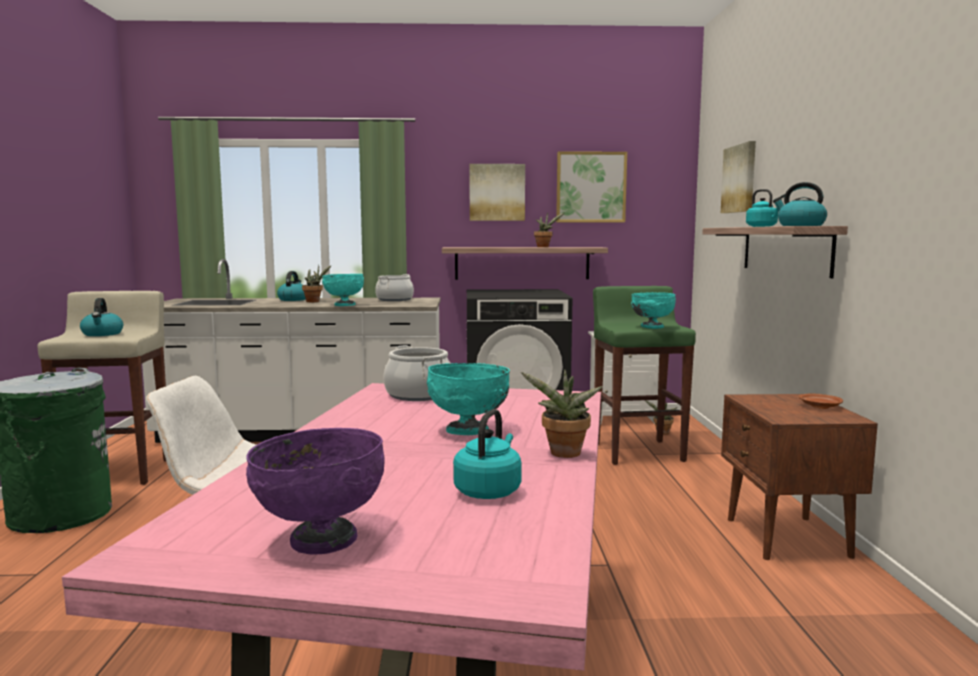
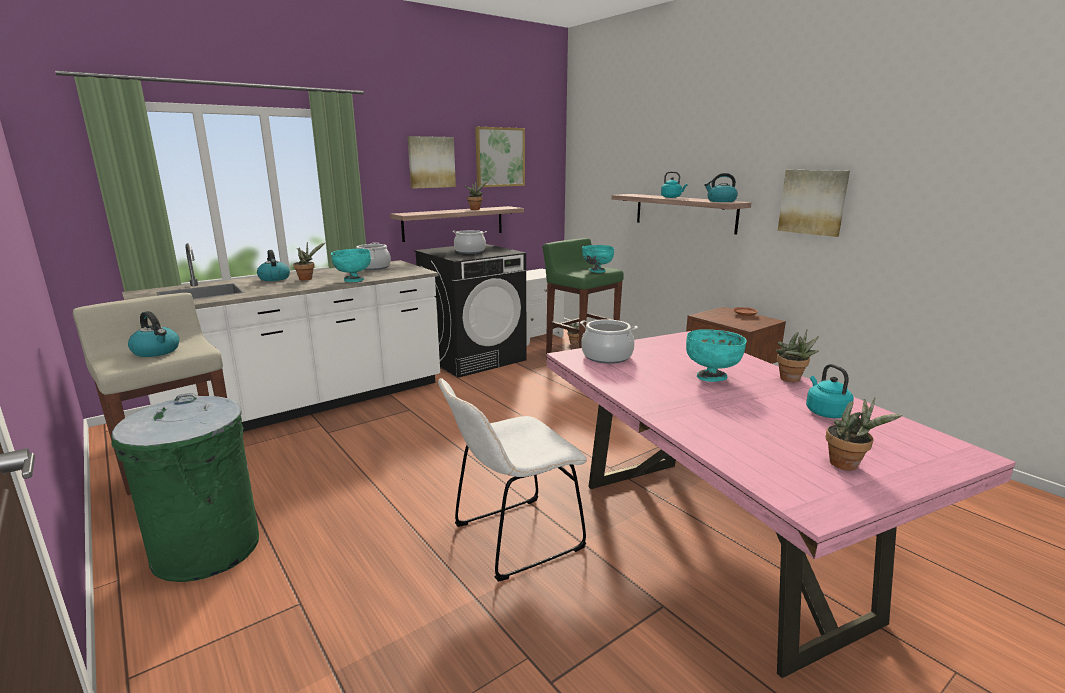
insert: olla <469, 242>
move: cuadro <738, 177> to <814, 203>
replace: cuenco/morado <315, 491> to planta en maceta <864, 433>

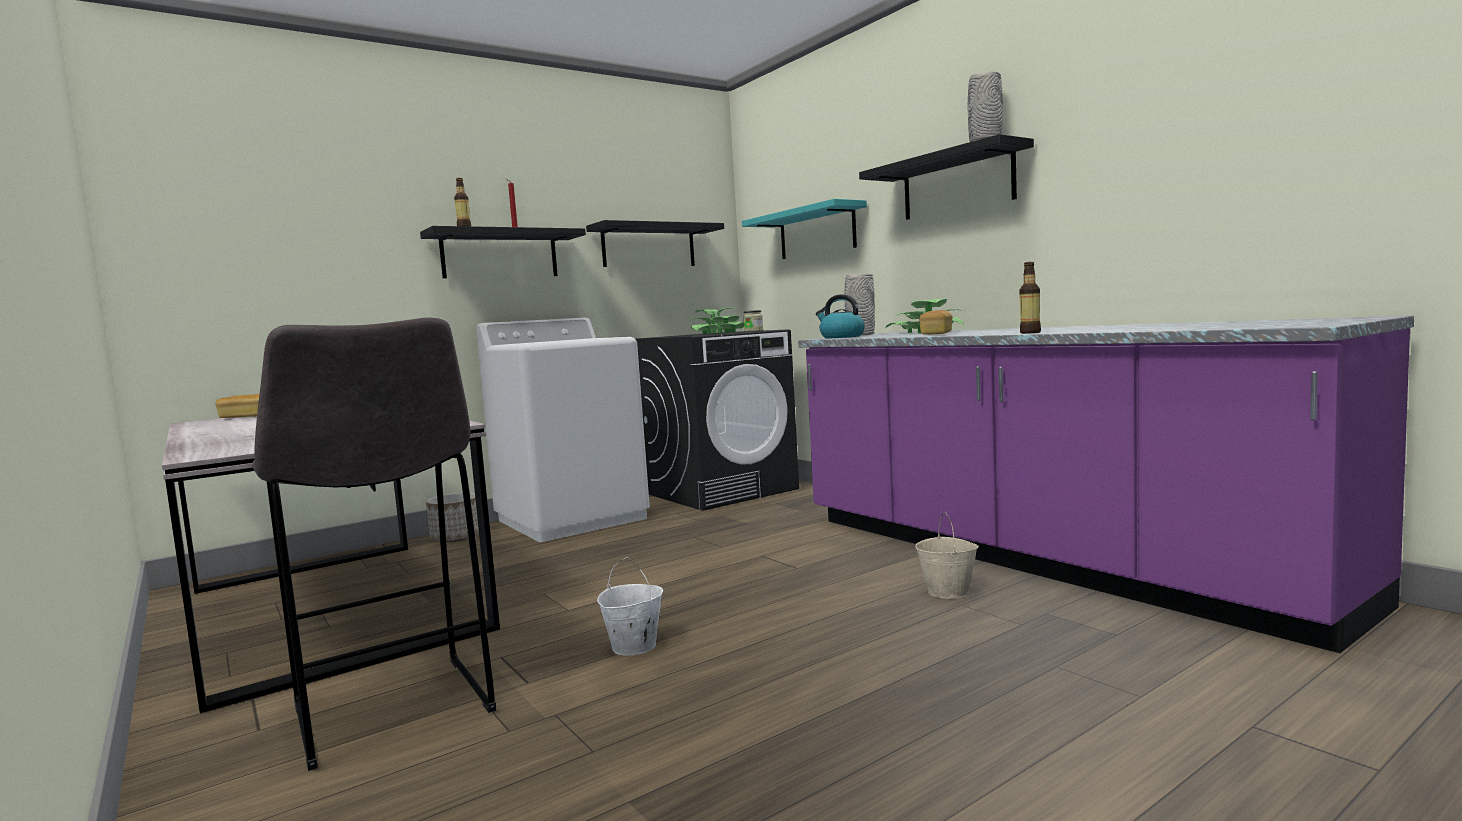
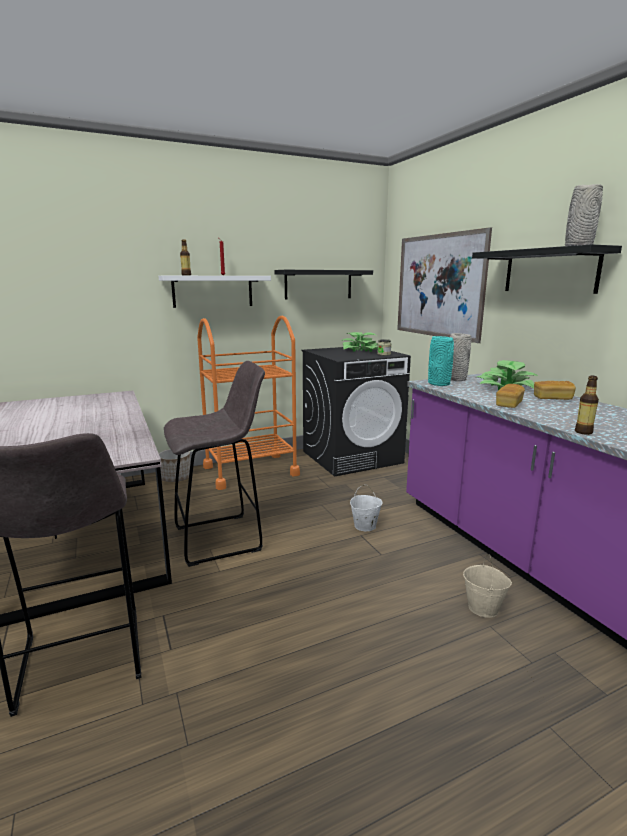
insert: taburete/gris <214, 464>
move: pan <237, 406> to <555, 390>; cubo/blanco <630, 606> to <366, 507>
replace: lavadora/blanco <563, 429> to carrito/naranja <248, 403>; estante/turquesa <804, 229> to cuadro <444, 285>; hervidor <840, 316> to florero/turquesa <441, 361>
recolor: estante/negro <503, 252> to estante/blanco <215, 292>

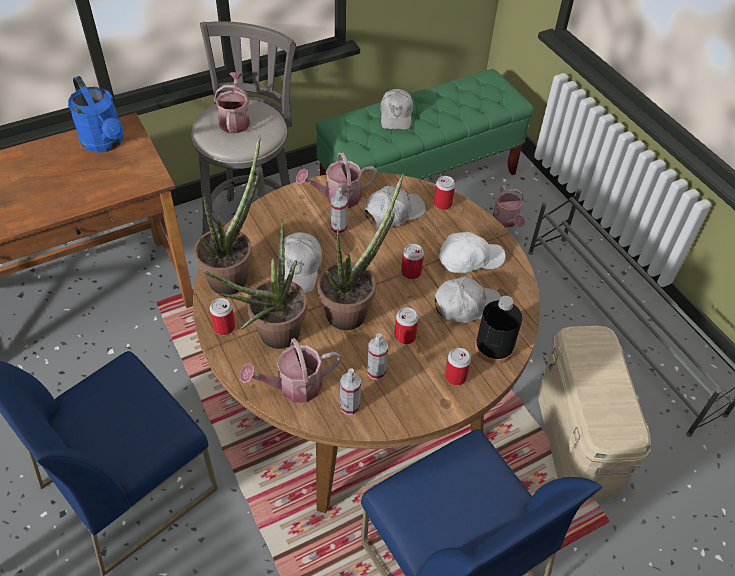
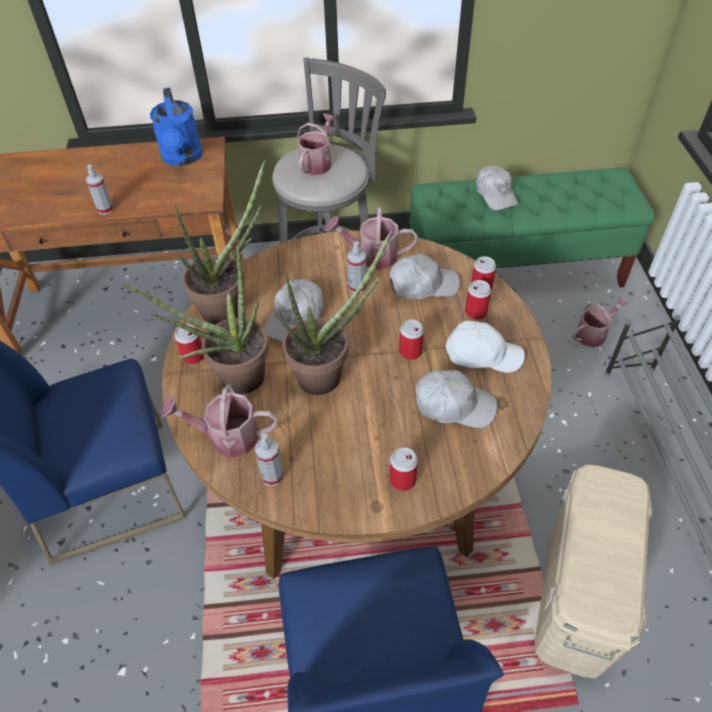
delete: botella/negro <498, 330>
move: pulverizador <377, 356> to <100, 190>; lata <406, 325> to <478, 300>
rotate: gorra/blanco <396, 109> = <497, 188> 45 degrees counterclockwise; regadera <509, 207> = <601, 321> 135 degrees counterclockwise

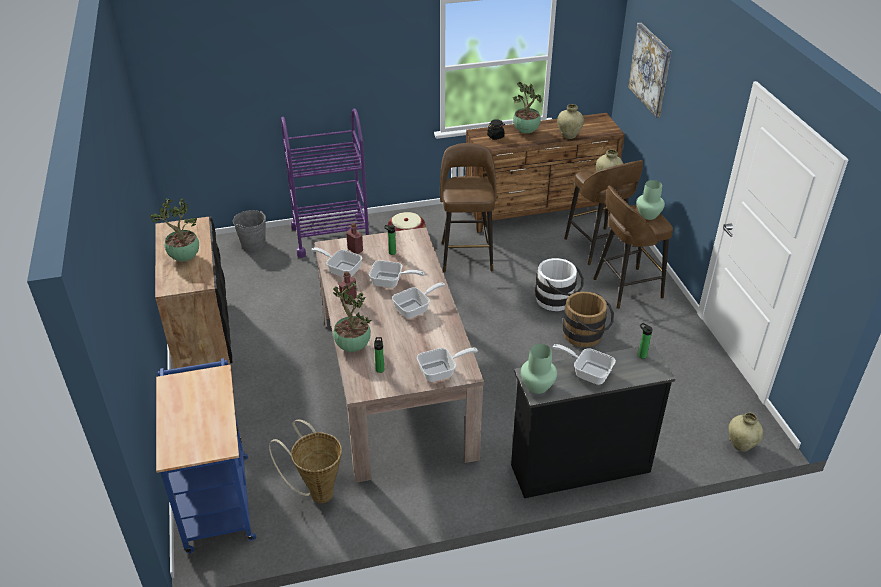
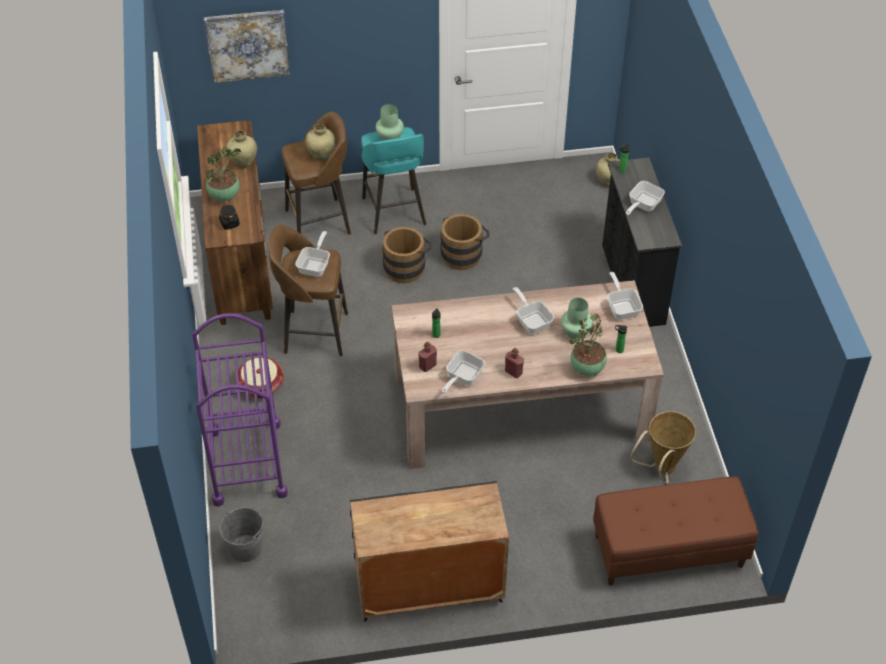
delete: planta en maceta <174, 230>
move: sartén <397, 274> to <312, 254>; florero/verde <539, 369> to <577, 319>
replace: carrito/azul <206, 455> to banco/marrón <675, 531>
recolor: cubo/blanco <559, 284> to cubo/marrón <407, 255>; taburete/marrón <633, 247> to taburete/turquesa <393, 180>

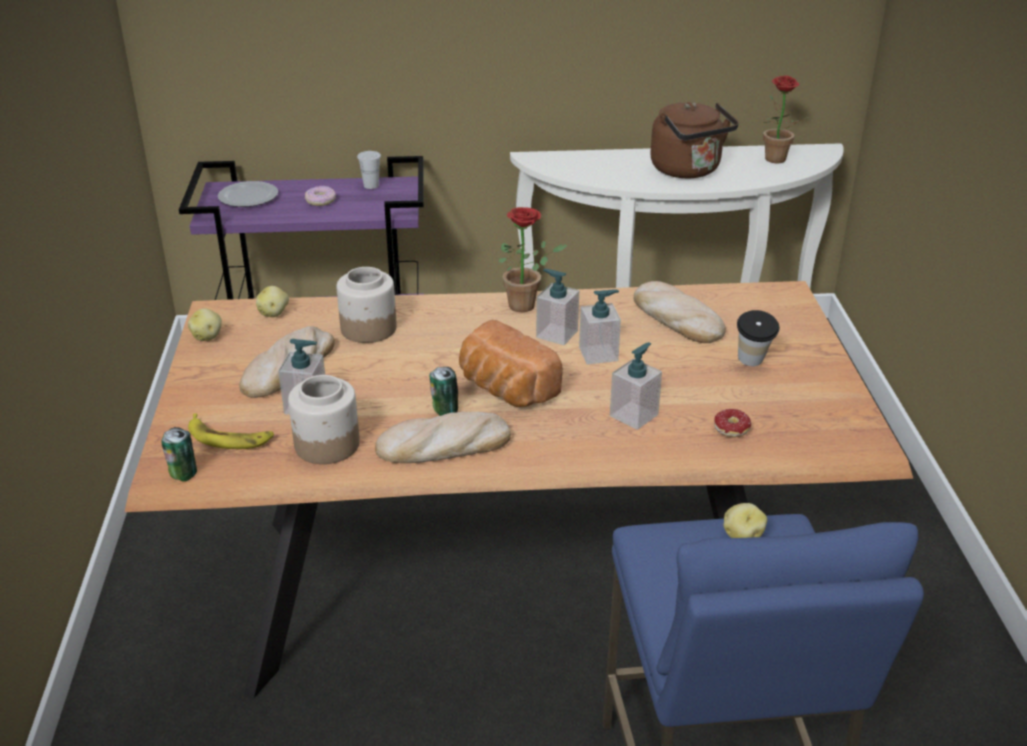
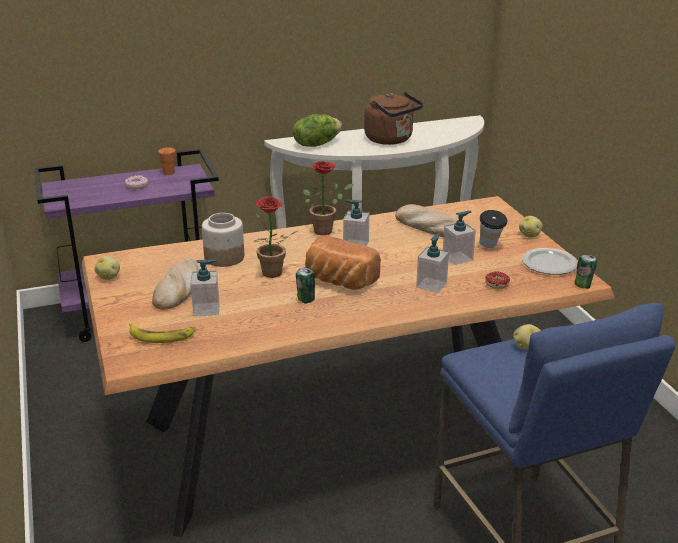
delete: tarro <324, 419>; pan <443, 437>
insert: lechuga <317, 130>
move: lata <179, 454> to <585, 271>; plato <248, 194> to <550, 261>; patata <272, 301> to <530, 226>; dispensador de jabón <600, 326> to <459, 238>; planta en maceta <786, 119> to <275, 237>
recolor: taza/blanco <369, 170> to taza/naranja <167, 161>

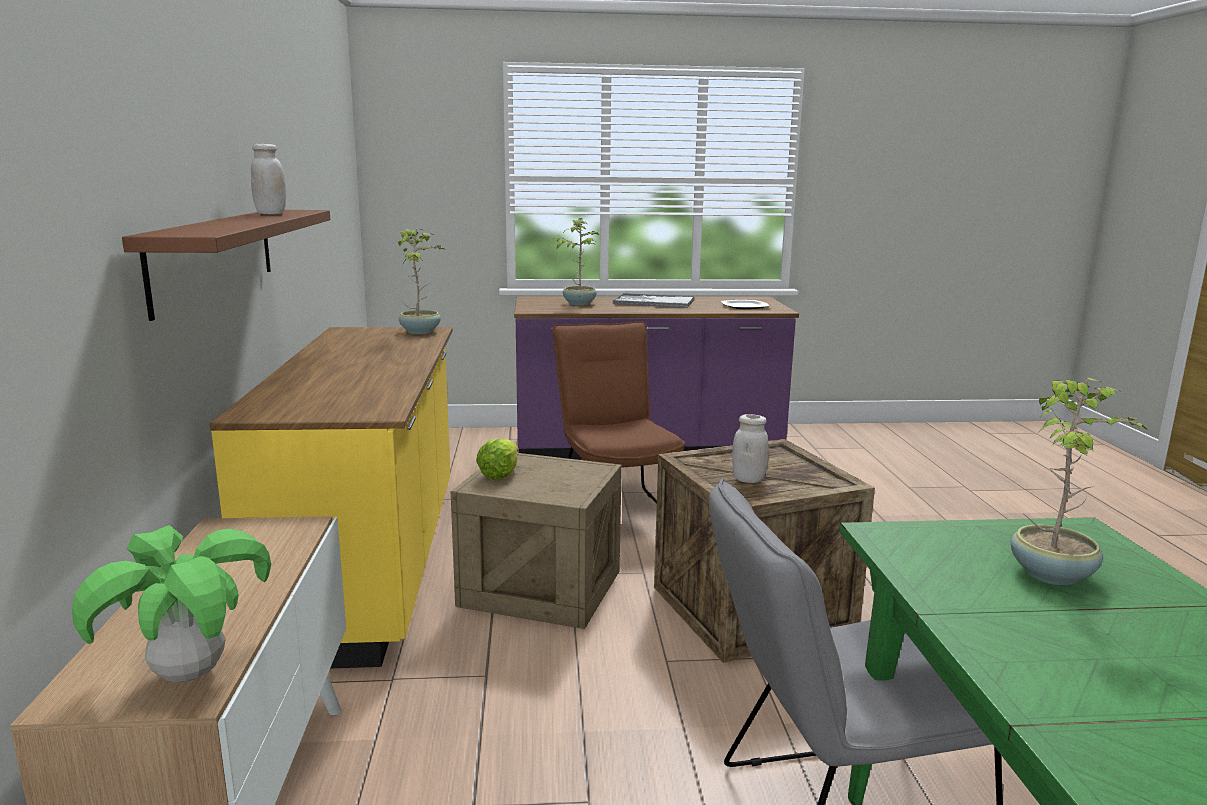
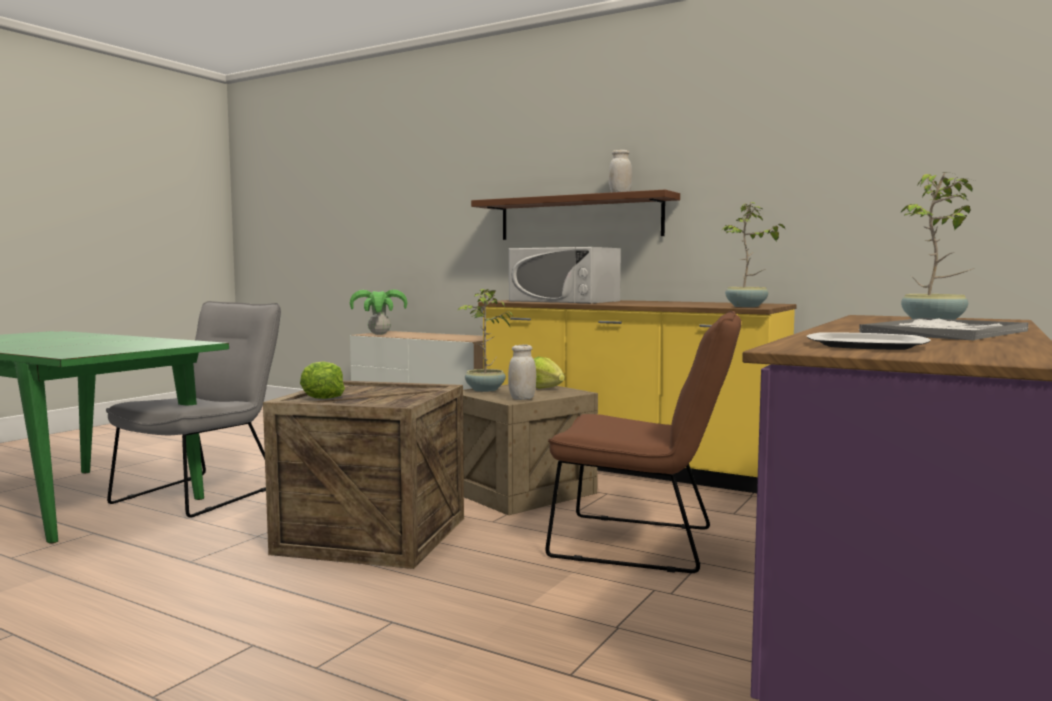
insert: lechuga <322, 380>; microondas/blanco <565, 275>
move: tarro/blanco <750, 448> to <522, 372>; planta en maceta <1080, 481> to <485, 340>

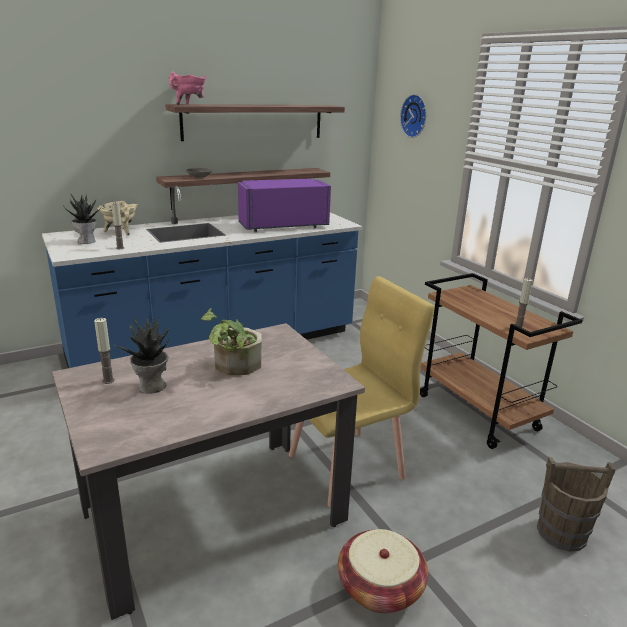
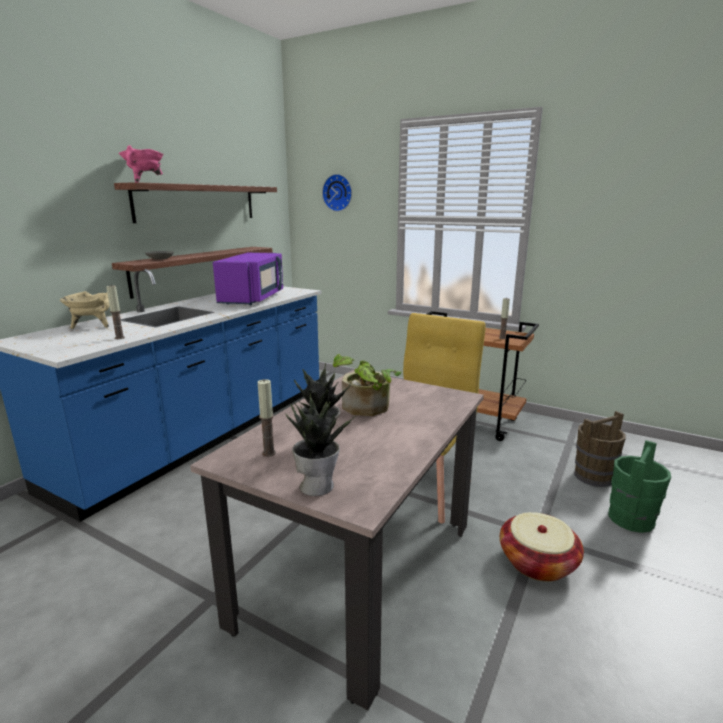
insert: cubo/verde <640, 486>
move: planta en maceta <82, 218> to <320, 444>
rotate: microondas/morado <284, 205> = <248, 278> 150 degrees clockwise

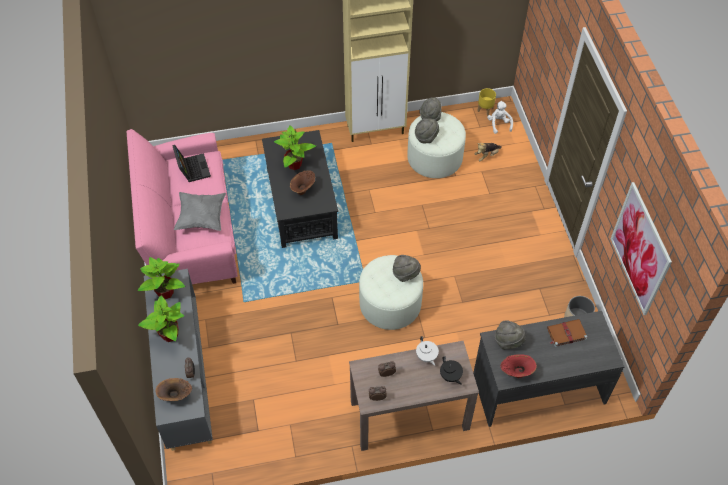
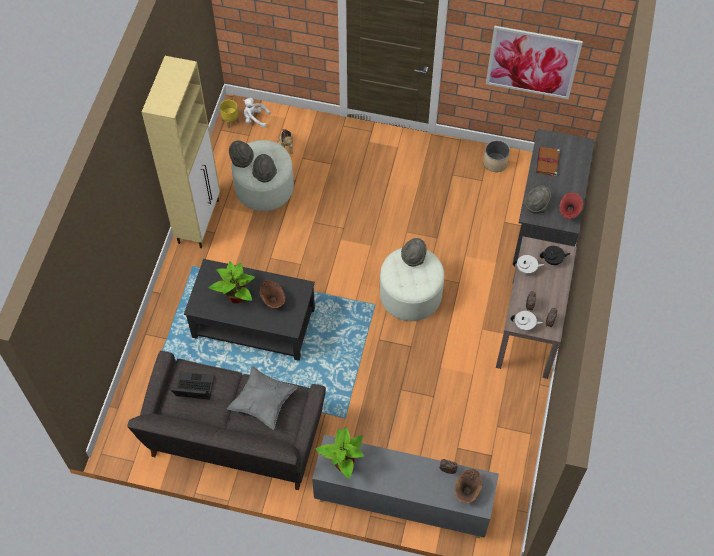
delete: planta en maceta <161, 319>
insert: tetera/blanco <527, 321>
recolor: sofá/rosa <181, 206> to sofá/gris <226, 420>

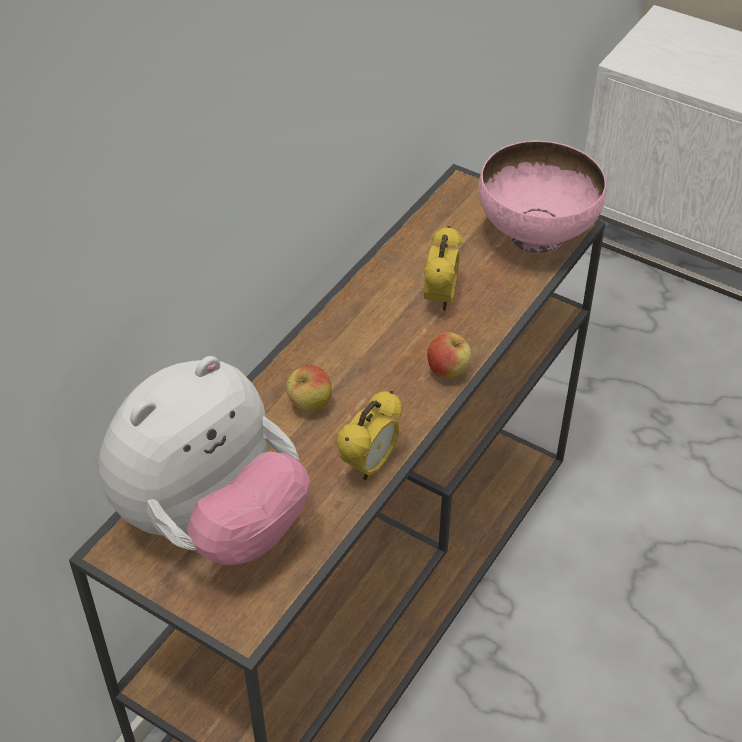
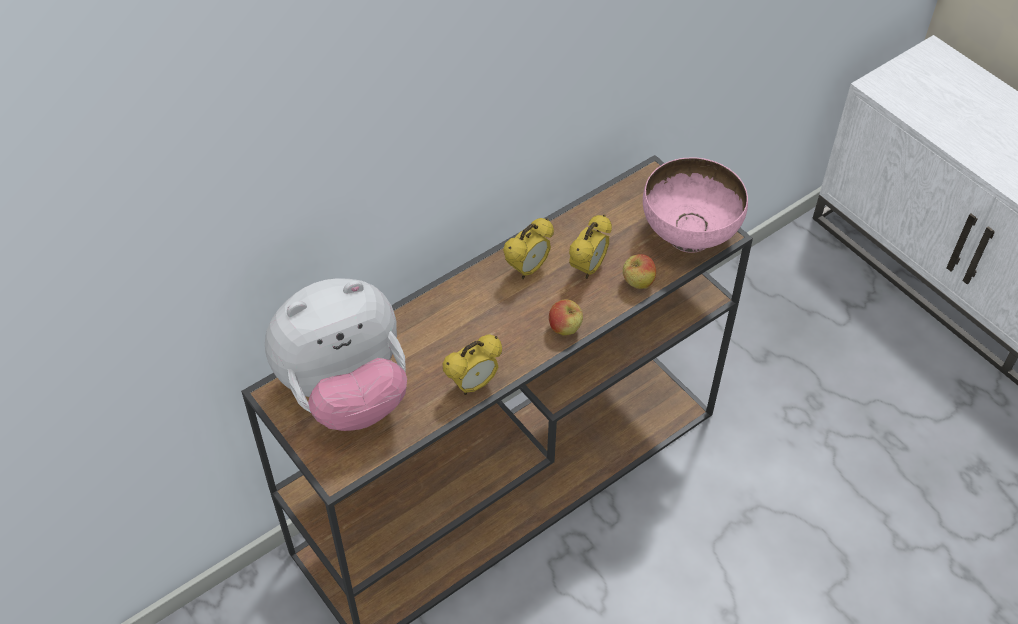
insert: despertador <528, 248>
move: manzana <309, 388> to <639, 271>

